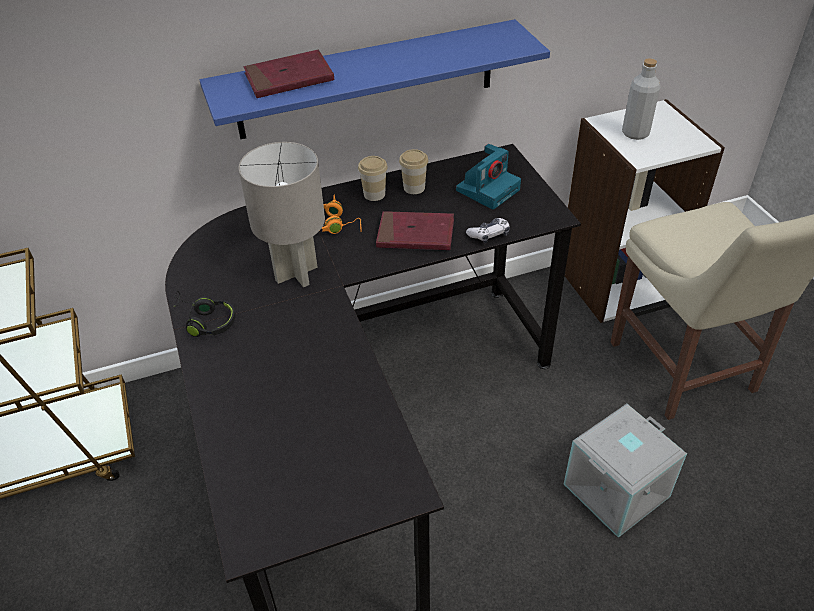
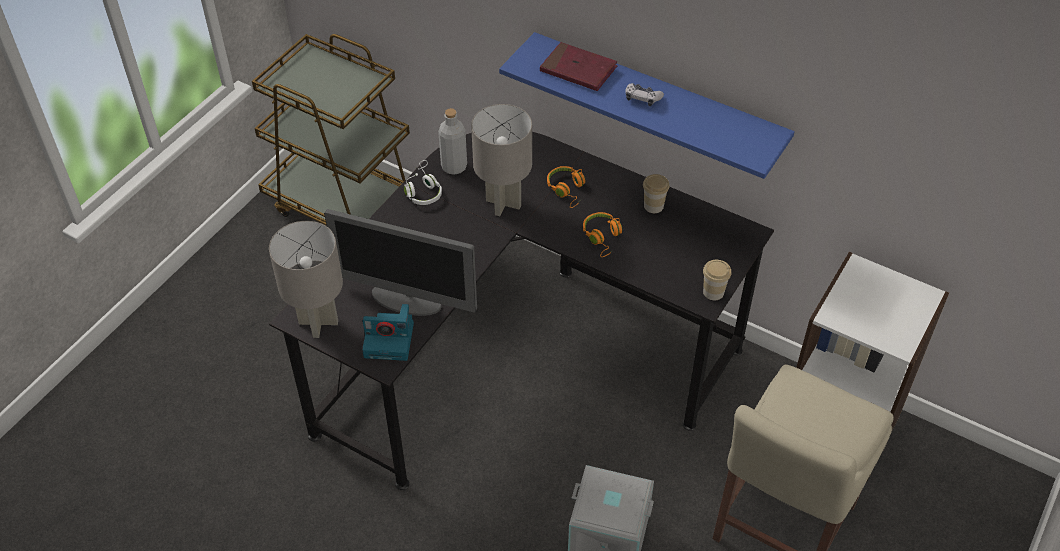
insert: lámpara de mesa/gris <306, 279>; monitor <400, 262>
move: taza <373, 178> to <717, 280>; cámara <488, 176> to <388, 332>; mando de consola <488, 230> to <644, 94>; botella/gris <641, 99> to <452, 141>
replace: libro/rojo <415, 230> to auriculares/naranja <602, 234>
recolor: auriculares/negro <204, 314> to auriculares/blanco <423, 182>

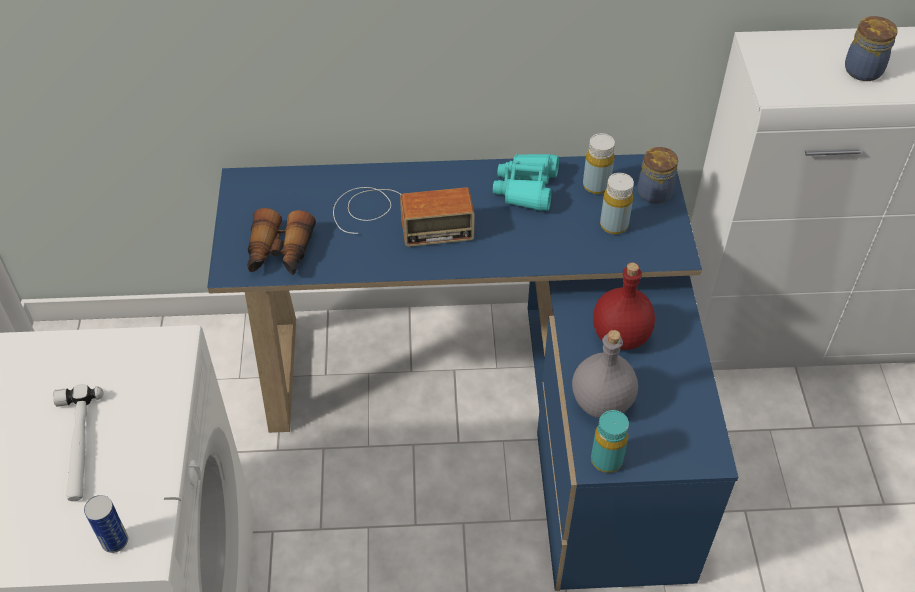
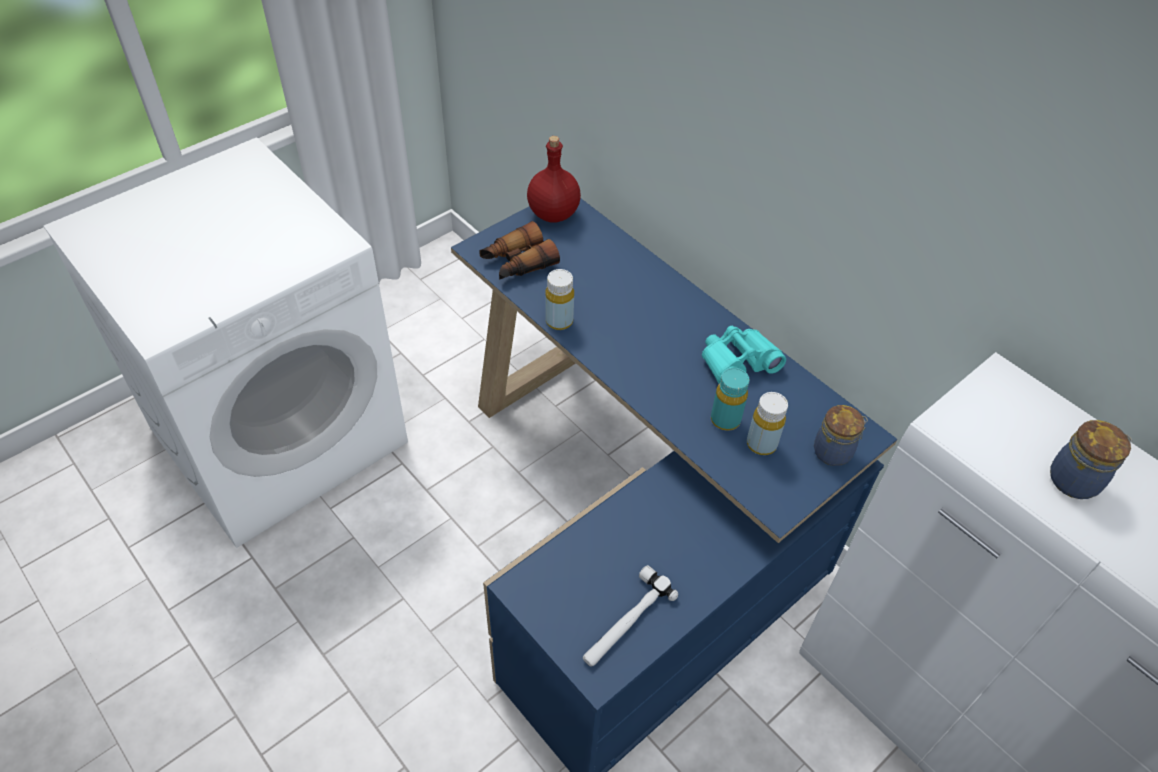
delete: lata <106, 524>; radio <404, 217>; botella/gris <605, 374>
move: martillo <78, 442> to <630, 616>; botella/amarillo <599, 163> to <559, 299>; botella/turquesa <610, 441> to <730, 399>; botella/rojo <624, 306> to <554, 179>

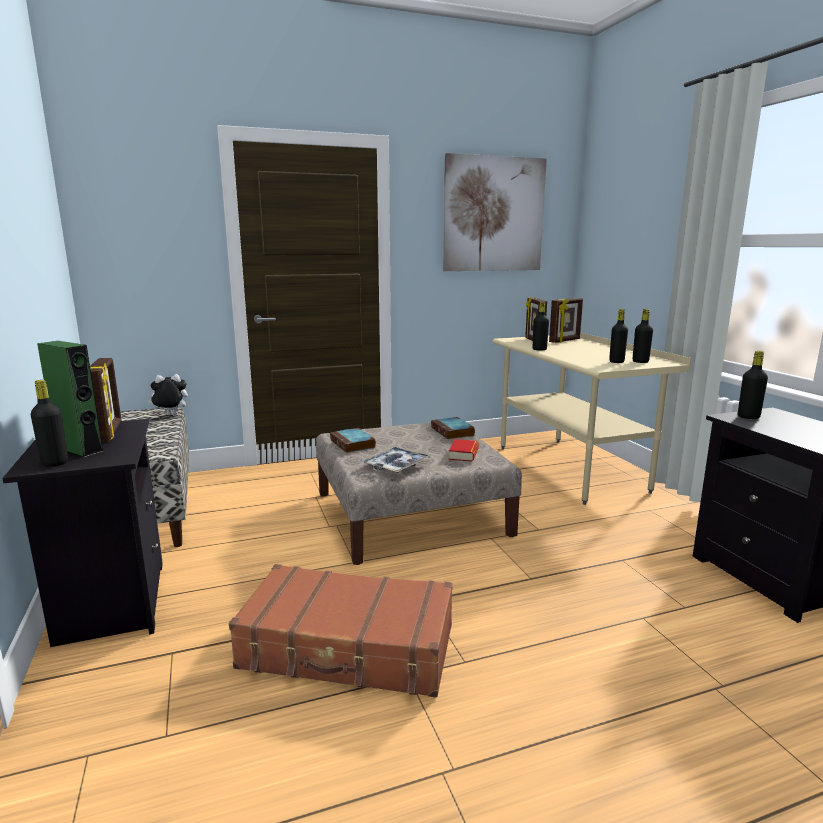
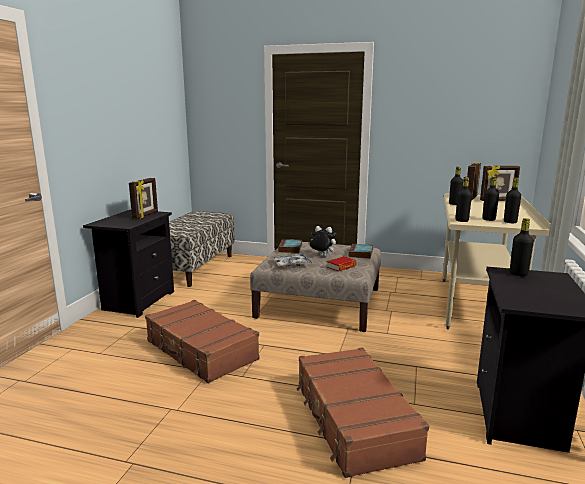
delete: altavoz/verde <70, 399>; cuadro <495, 212>
insert: maleta/marrón <363, 412>
move: botella/negro <49, 423> to <463, 199>; peluche <167, 394> to <322, 241>

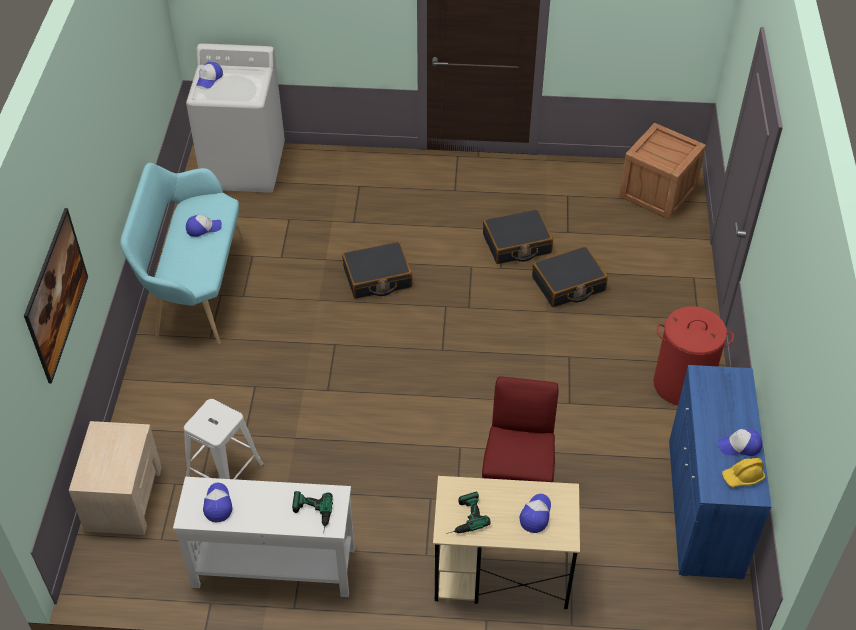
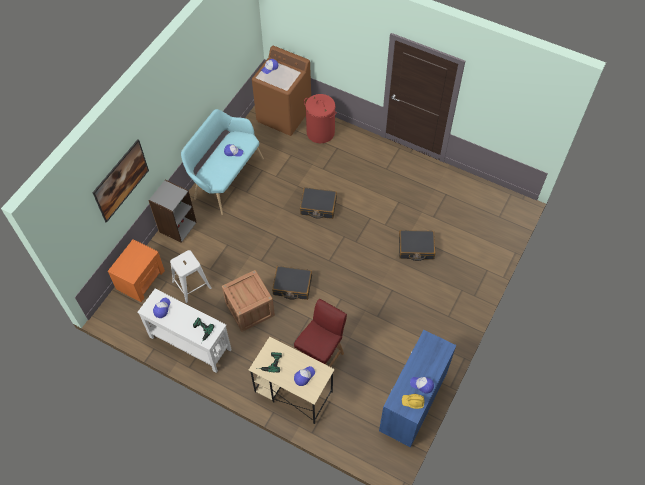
insert: estantería/gris <172, 211>
move: maleta/negro <518, 236> to <292, 283>; caja de embalaje <662, 171> to <248, 301>; cesto de la ropa/rojo <693, 356> to <320, 118>
recolor: mesita de noche/beis <115, 478> to mesita de noche/naranja <136, 270>; lavadora/blanco <235, 118> to lavadora/marrón <281, 91>

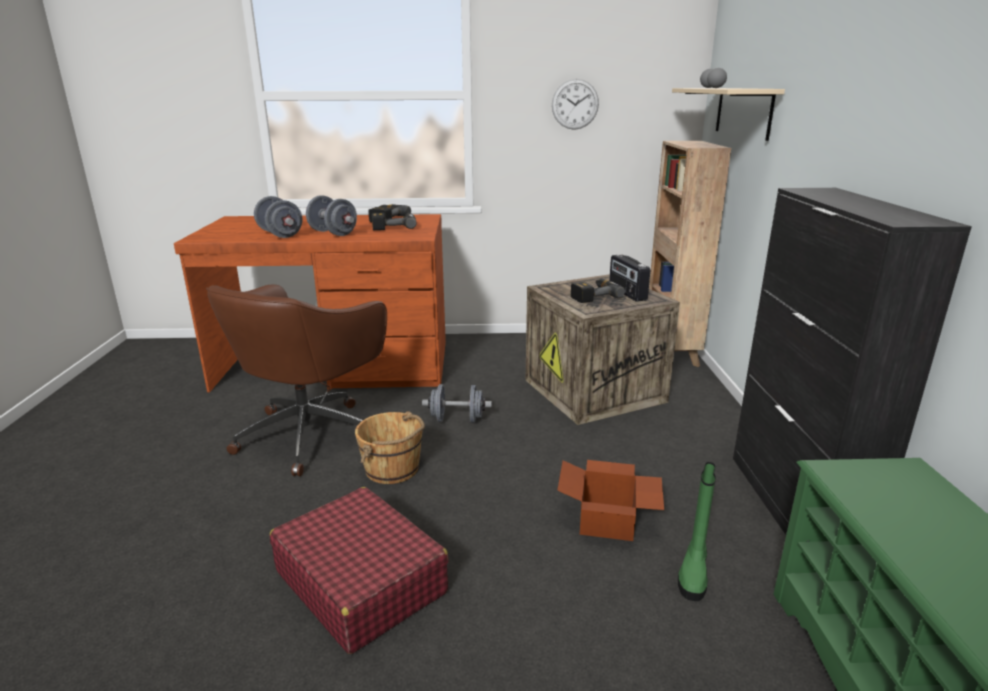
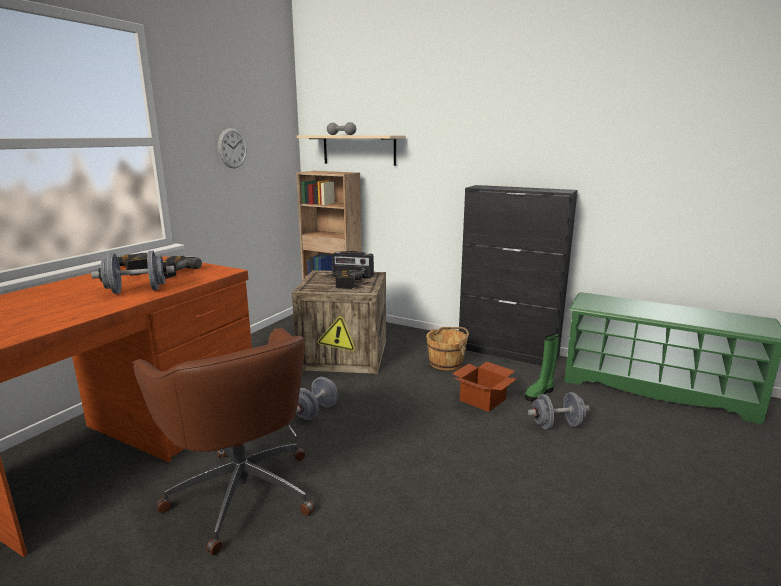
delete: maleta/rojo <359, 570>
move: mancuerna/gris <278, 217> to <559, 410>; cubo/marrón <390, 447> to <447, 349>
rotate: bota/verde <697, 531> = <542, 367> 90 degrees clockwise

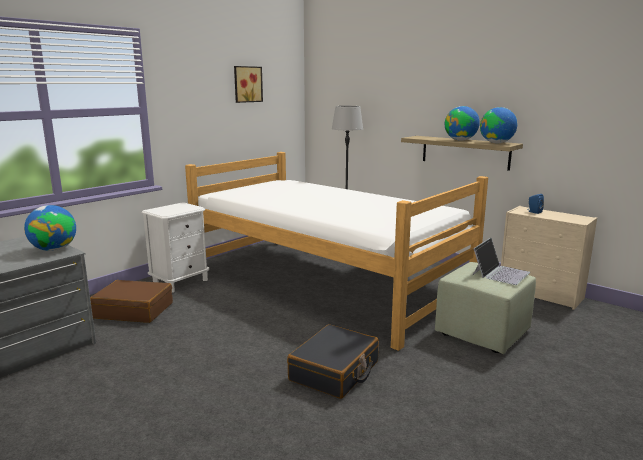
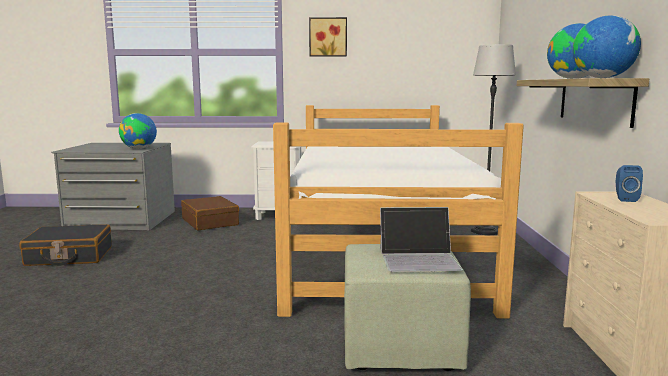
move: cuadro <248, 84> to <328, 37>; maleta/negro <333, 361> to <66, 245>

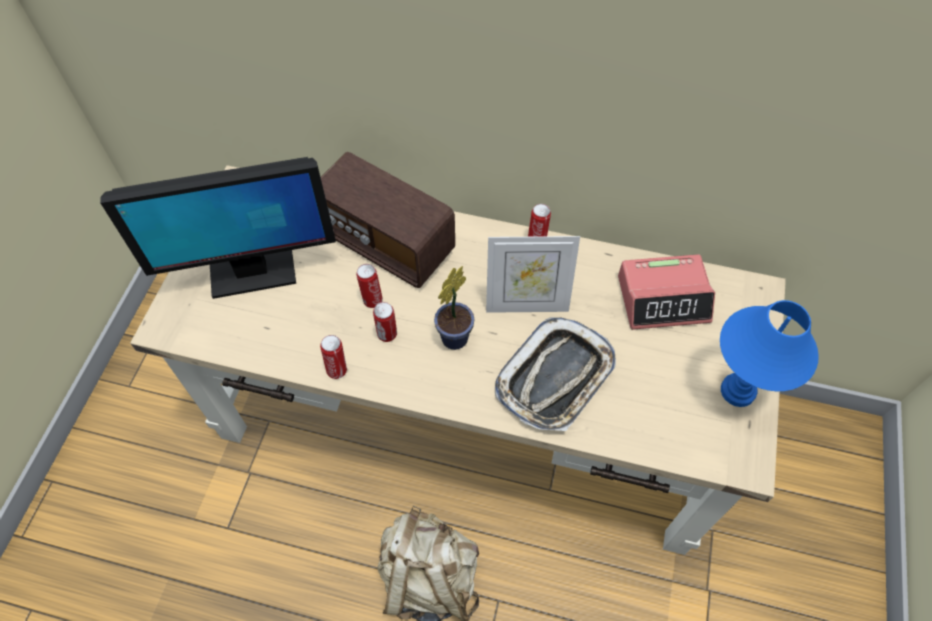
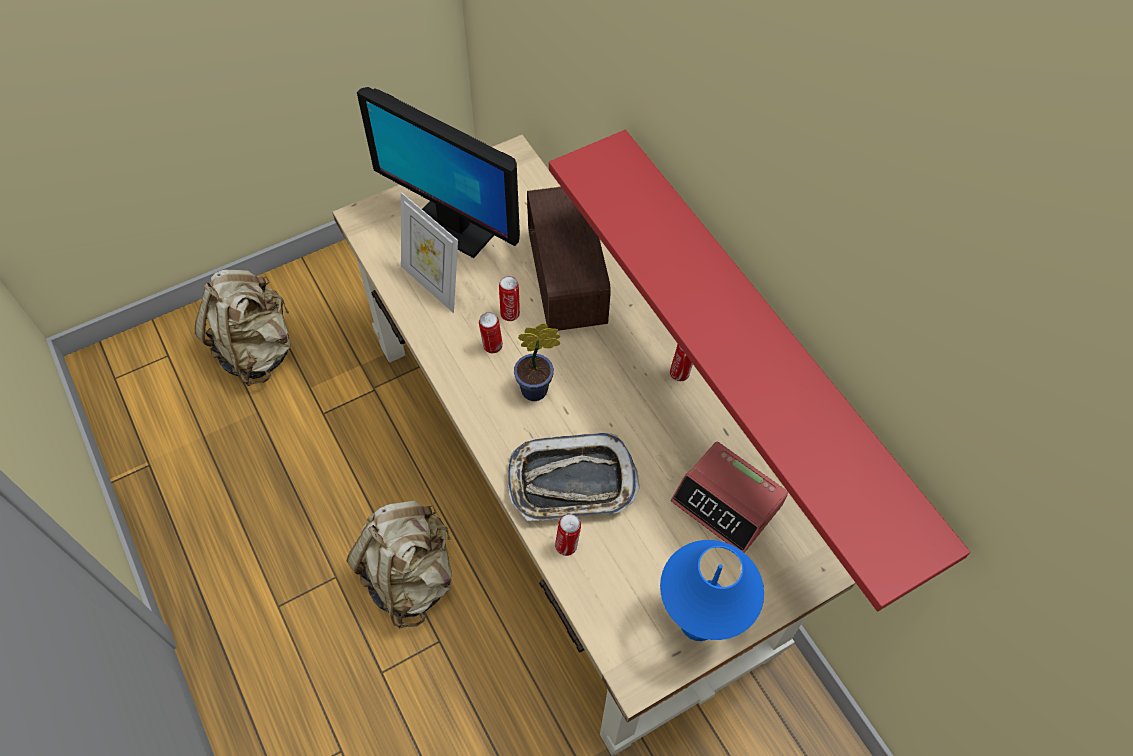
insert: mochila/beis <243, 328>; estante/rojo <759, 370>
move: lata <333, 357> to <568, 535>; portarretratos <533, 274> to <429, 252>

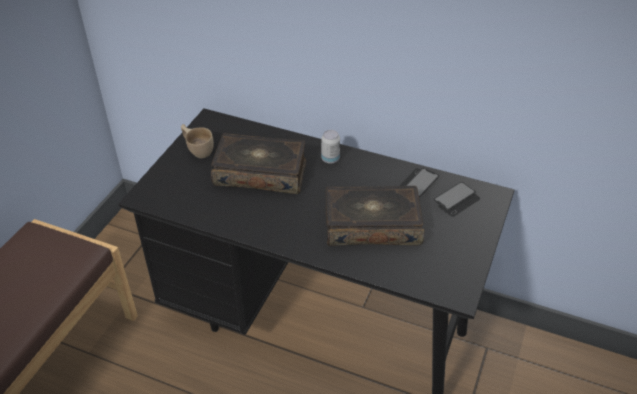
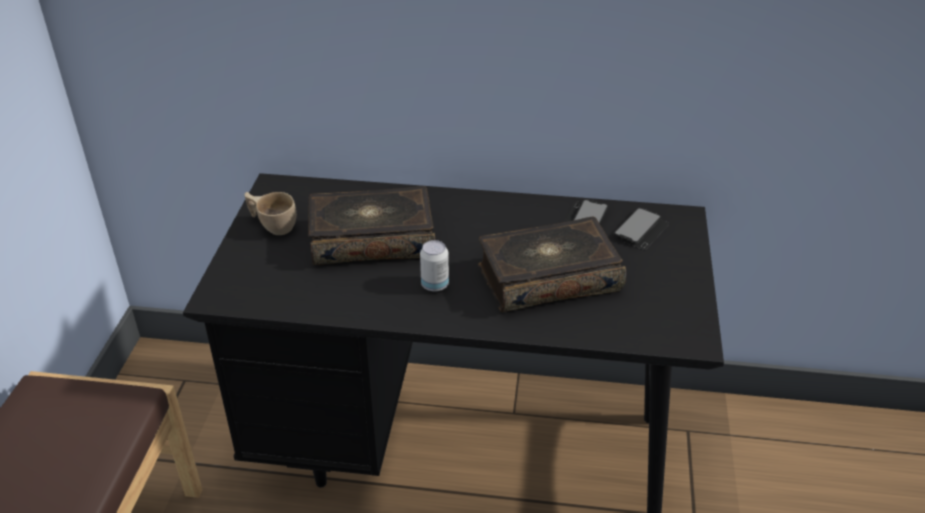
move: lata <330, 147> to <434, 266>

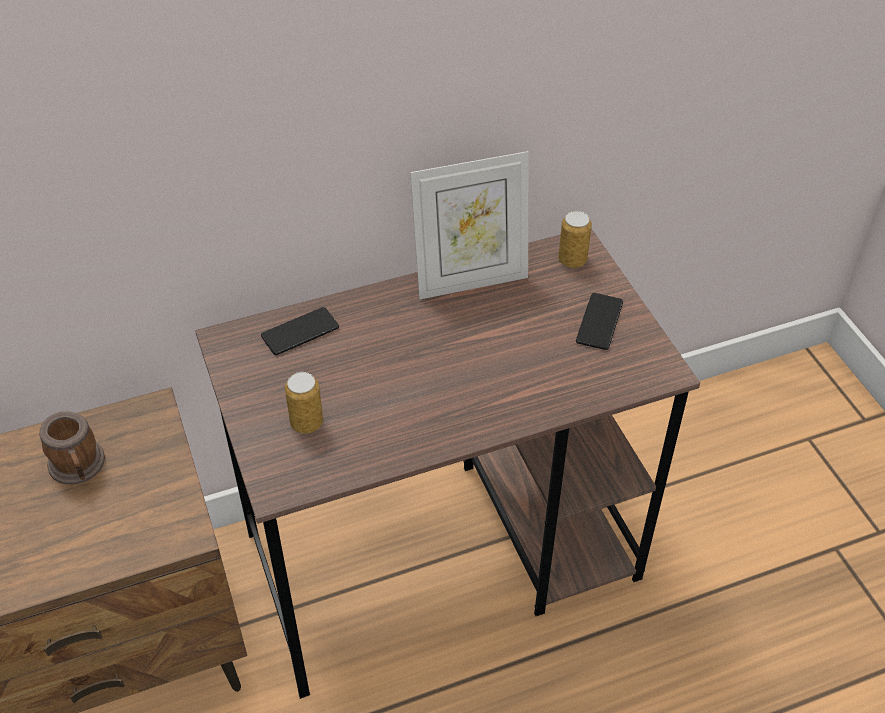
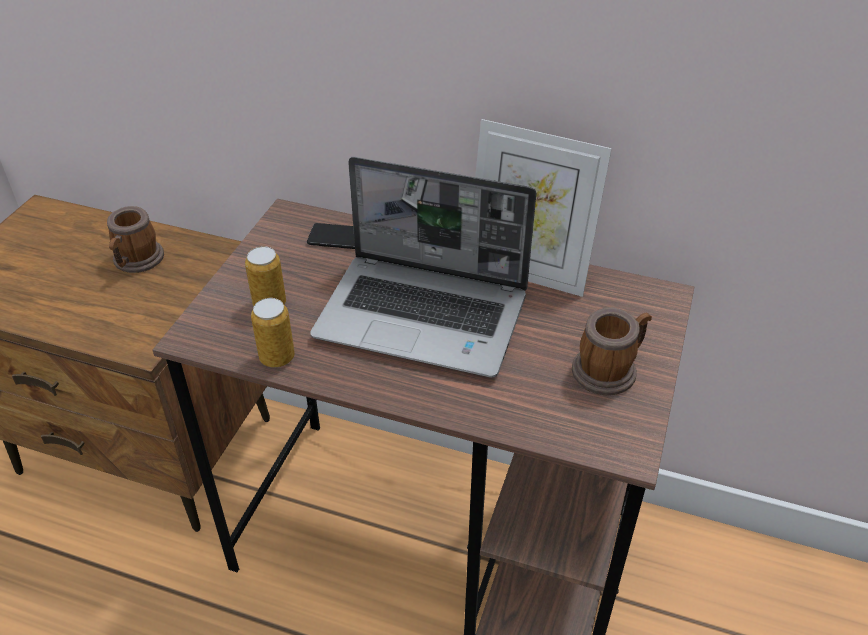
insert: portátil <423, 267>
move: lata <575, 239> to <273, 332>
replace: móvil <599, 321> to taza grande <612, 351>

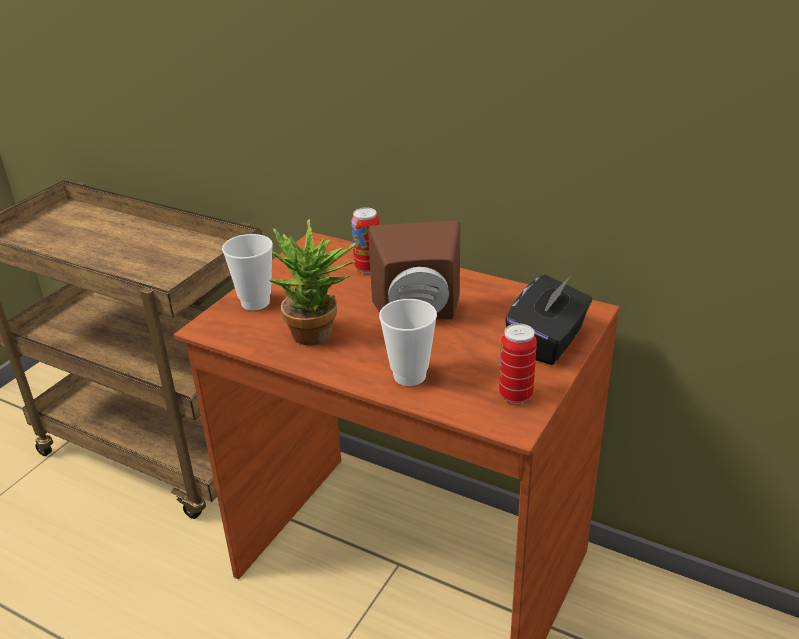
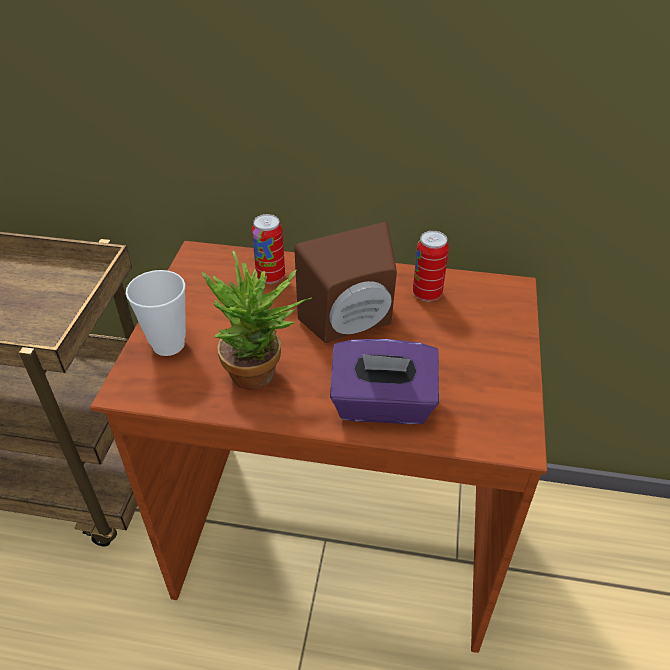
delete: caja de pañuelos/negro <548, 320>
move: lata <518, 363> to <431, 266>
replace: taza <408, 342> to caja de pañuelos/morado <384, 381>

